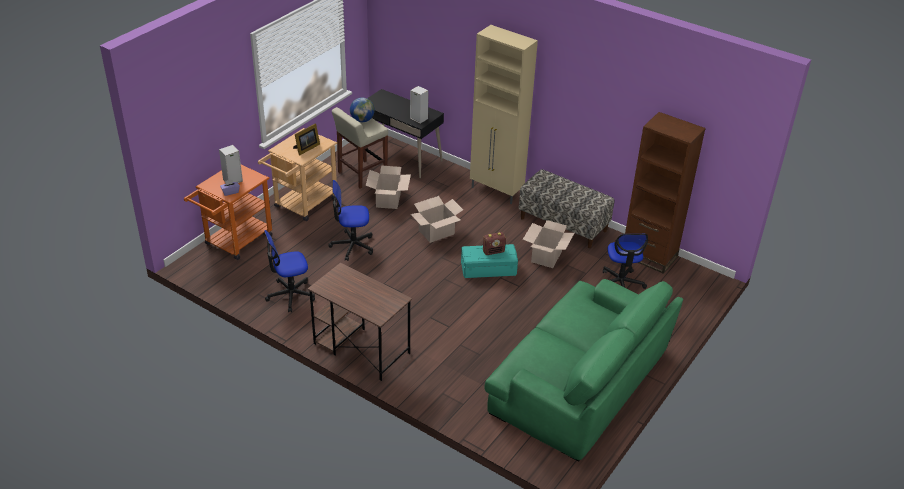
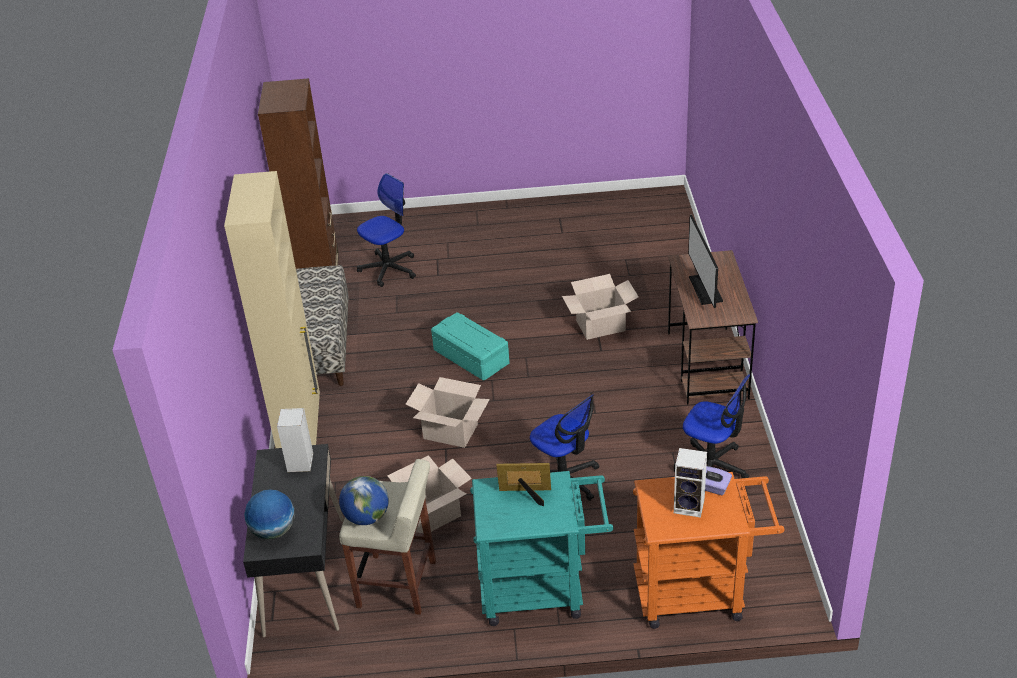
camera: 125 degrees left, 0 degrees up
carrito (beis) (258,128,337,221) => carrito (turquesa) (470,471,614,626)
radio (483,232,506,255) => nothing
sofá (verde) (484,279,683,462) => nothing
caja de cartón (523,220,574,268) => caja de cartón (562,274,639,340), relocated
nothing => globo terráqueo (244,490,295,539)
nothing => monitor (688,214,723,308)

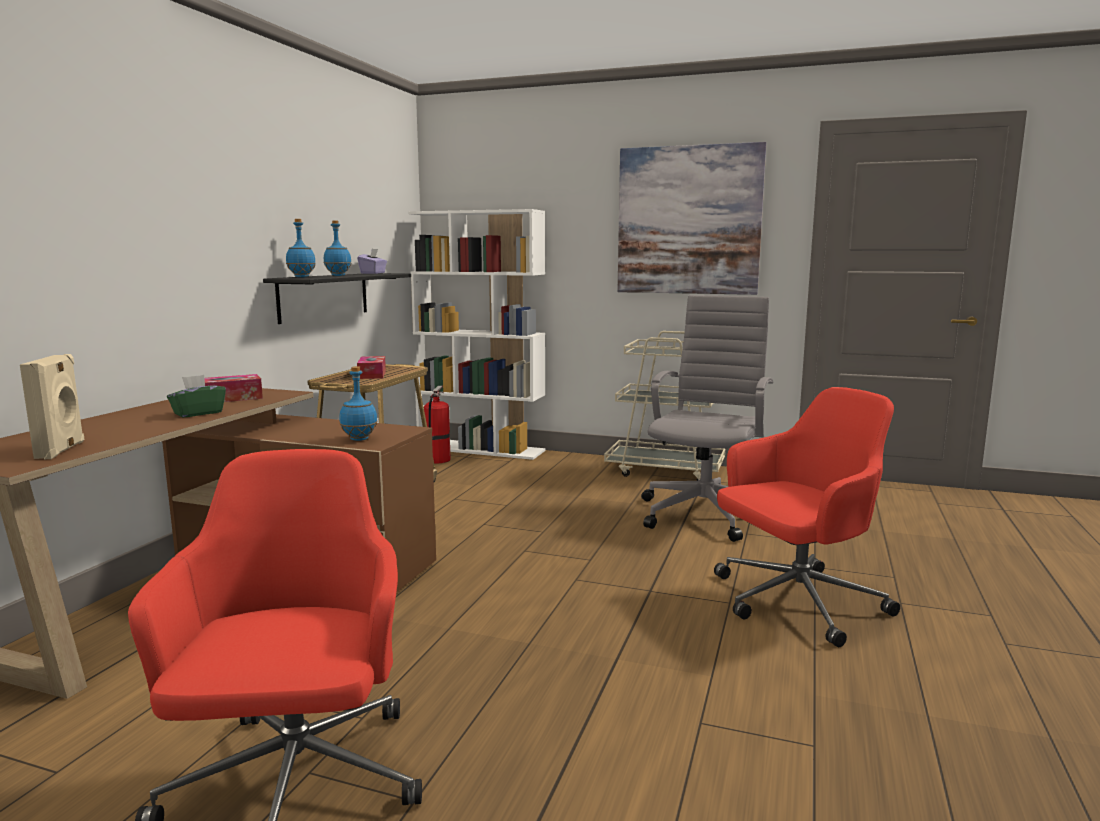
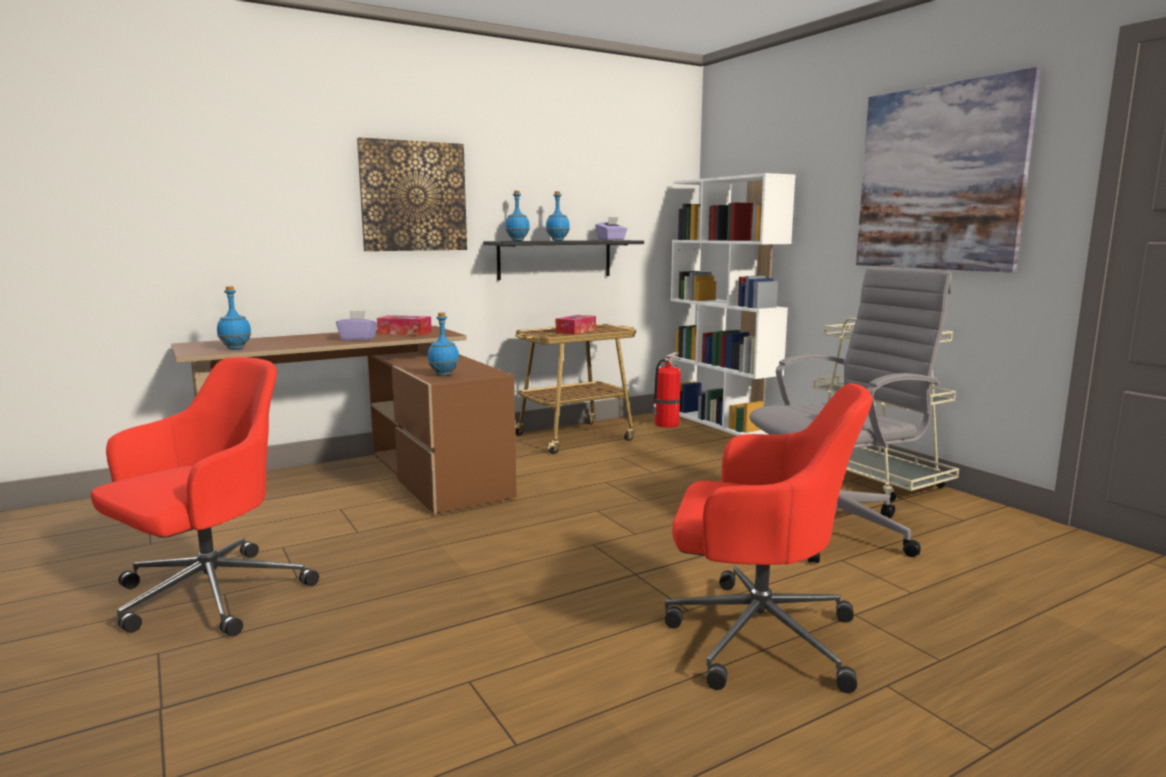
camera: 40 degrees right, 0 degrees up
altavoz (beis) (20,354,85,459) => botella (azul) (217,286,251,349)
caja de pañuelos (verde) (167,375,226,417) => caja de pañuelos (morado) (336,311,378,341)
nothing => cuadro (357,137,467,251)

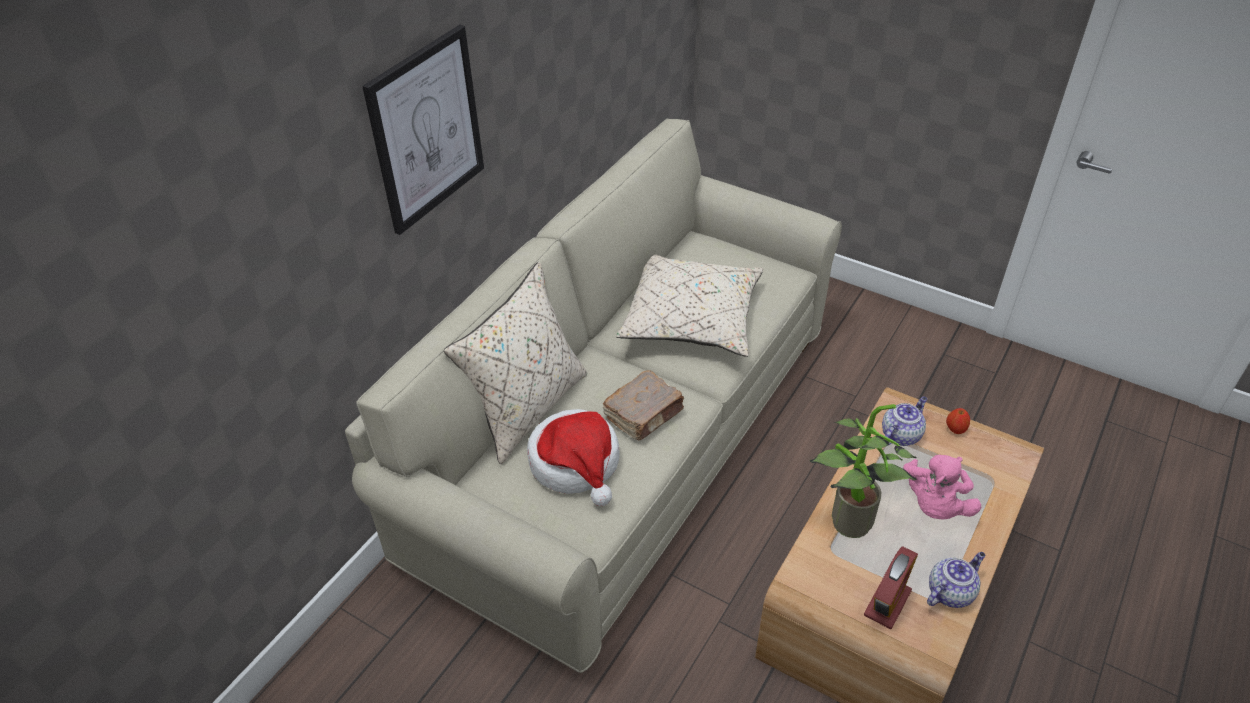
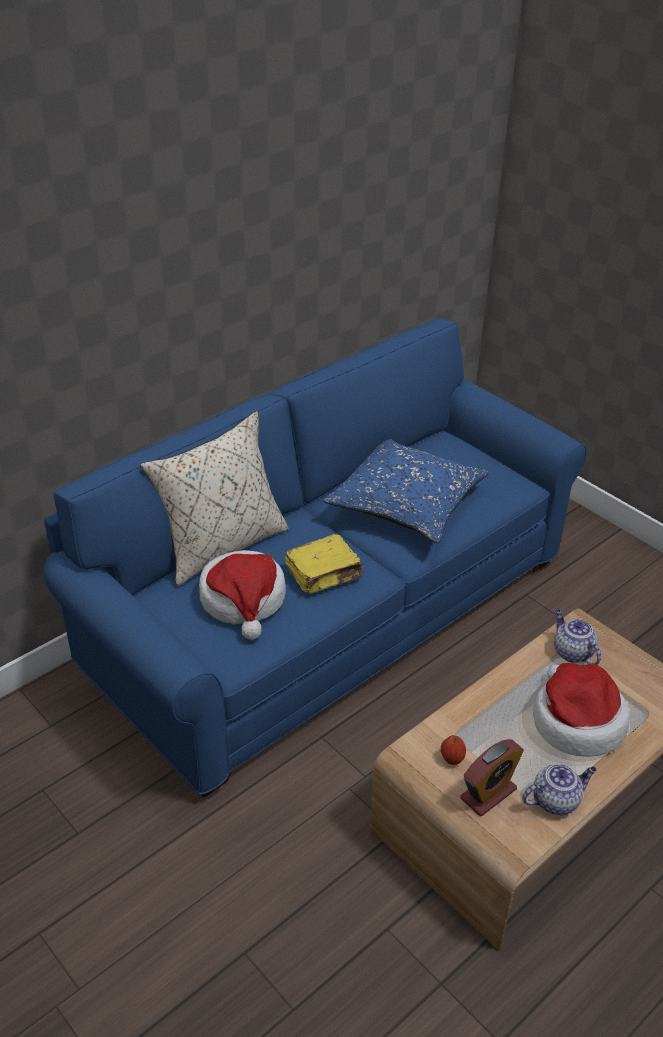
camera: 15 degrees right, 5 degrees down
sofá (beis) (345,118,842,673) => sofá (azul) (43,318,587,798)
cuadro (362,25,484,235) => nothing
libro (marrón) (603,370,684,440) => libro (amarillo) (285,534,363,594)
cojín (beis) (616,255,763,357) => cojín (azul) (323,439,489,543)
planta en maceta (810,404,917,538) => nothing
tetera (882,397,927,446) => tetera (554,609,601,665), 90 degrees counterclockwise
peluche (rosa) (903,455,981,519) => sombrero (533,663,630,757)
manzana (946,408,970,434) => manzana (441,735,466,765), relocated

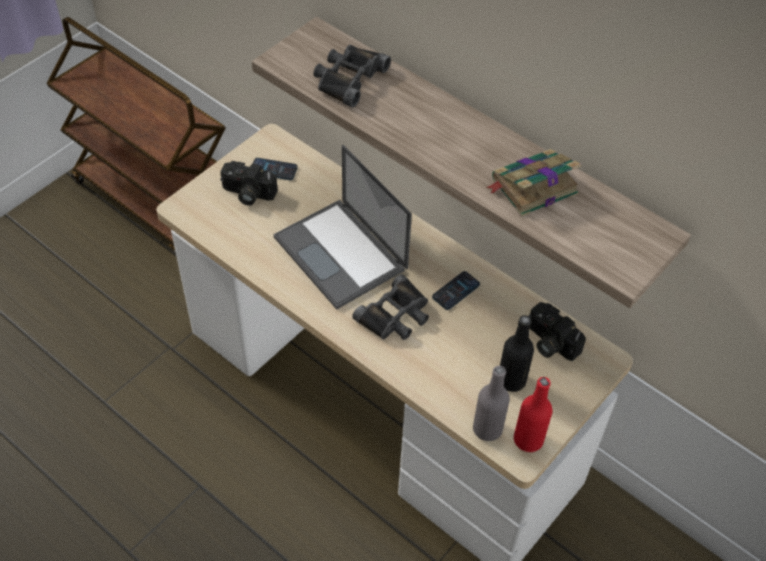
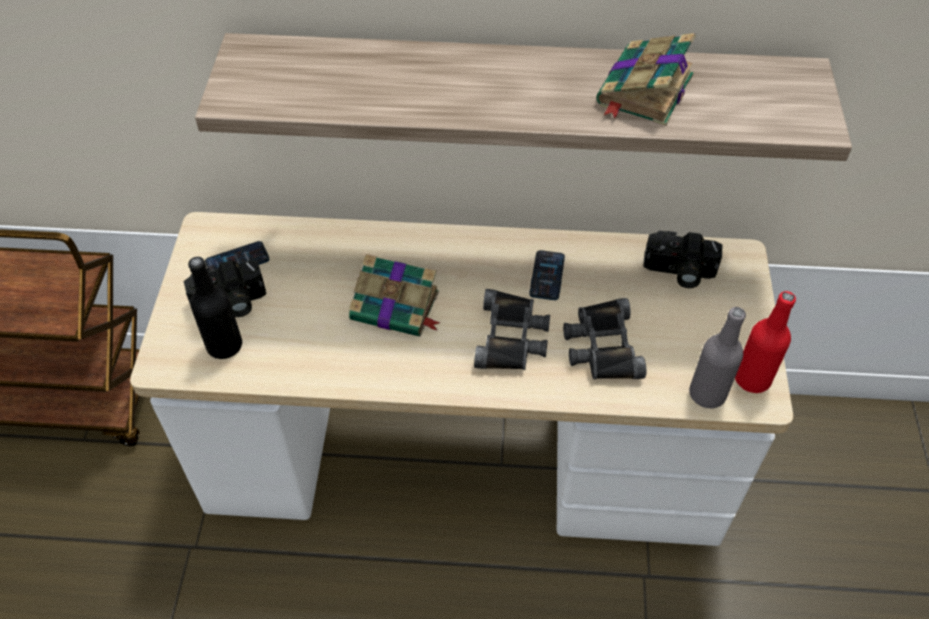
camera: 35 degrees left, 0 degrees up
portátil (274,145,412,310) => libro (349,254,441,336)
prismáticos (negro) (313,45,391,108) => prismáticos (negro) (563,298,646,379), relocated
botella (negro) (500,316,534,392) => botella (negro) (188,257,242,359), relocated

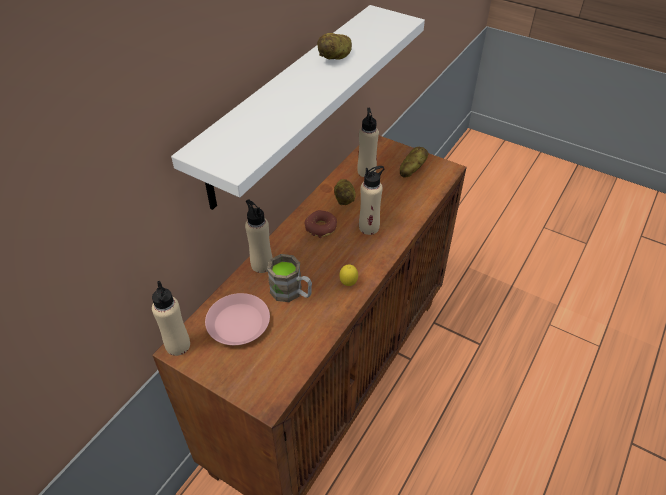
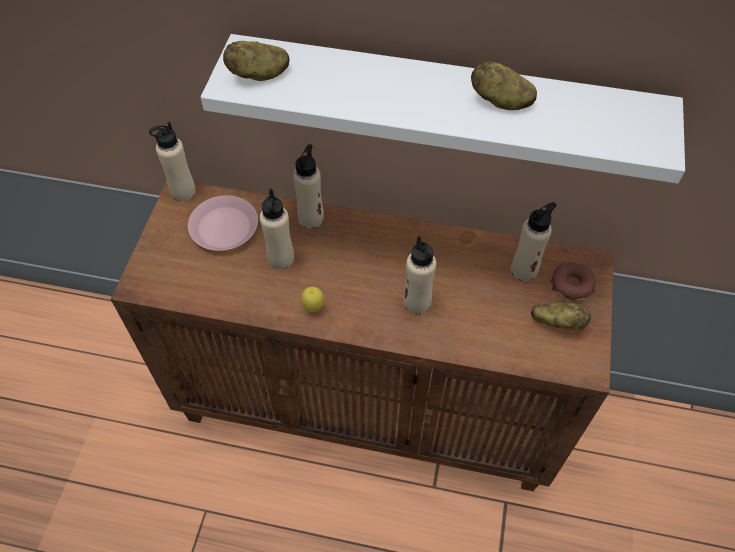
camera: 70 degrees right, 10 degrees up
taza grande (marrón) (267,254,312,302) => botella (beis) (260,189,294,270)
rosquilla (305,210,337,238) => rosquilla (551,262,596,301), relocated
patata (334,179,356,205) => patata (223,41,290,81), relocated

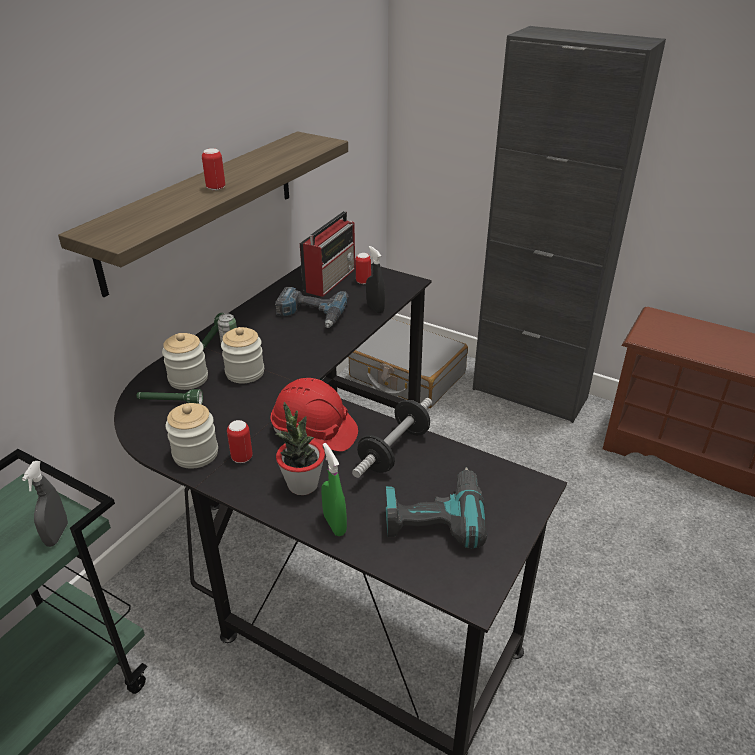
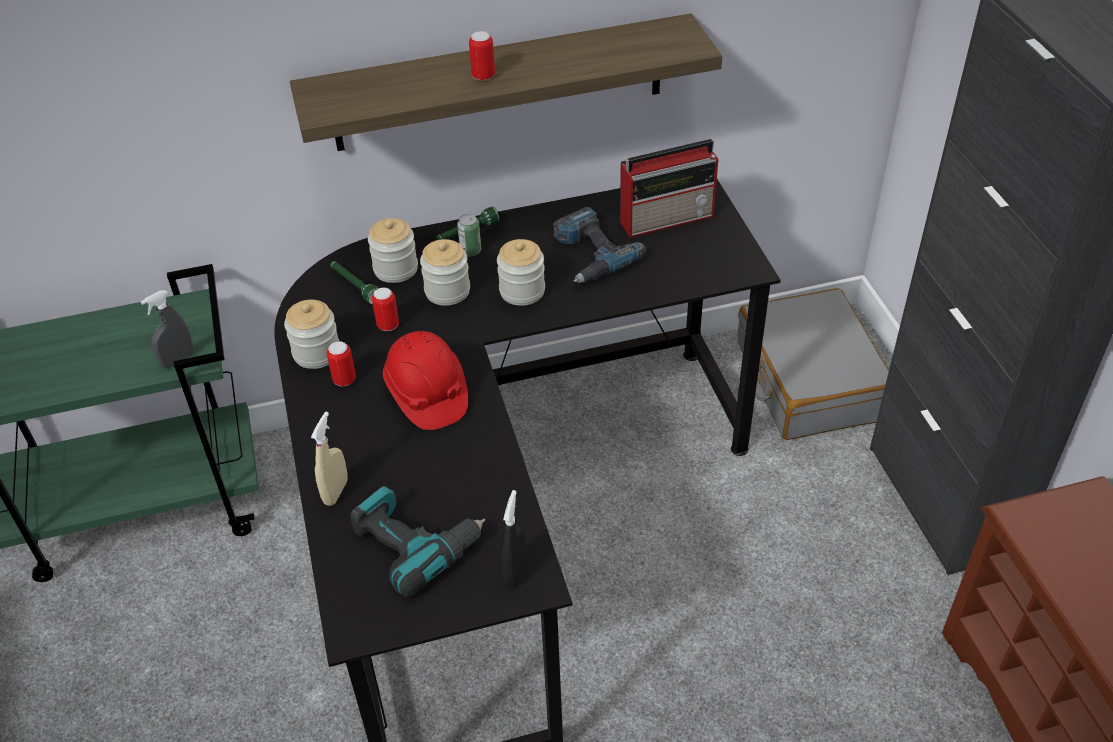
camera: 45 degrees right, 10 degrees up
planta en maceta (275,402,325,495) => nothing
pulverizador (verde) (321,443,347,536) => pulverizador (beis) (311,412,348,506)
mancuerna (352,398,432,478) => nothing
lata (356,253,371,284) => lata (372,288,399,331), relocated
pulverizador (negro) (366,246,385,313) => pulverizador (negro) (502,490,526,588), relocated
nothing => tarro (497,239,545,306)

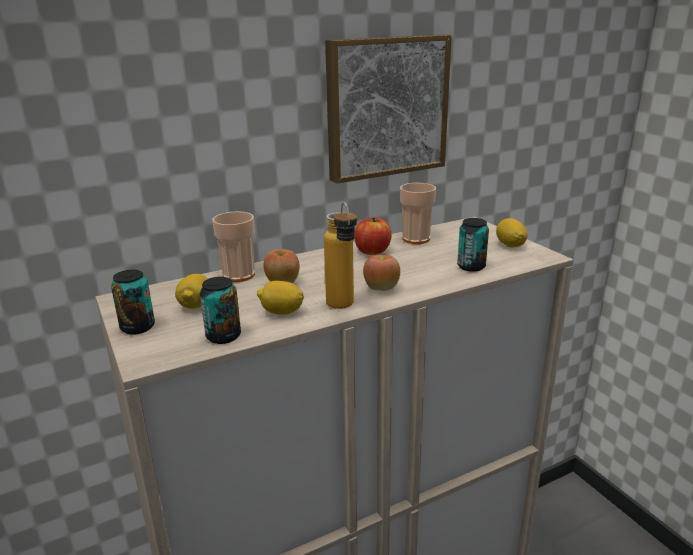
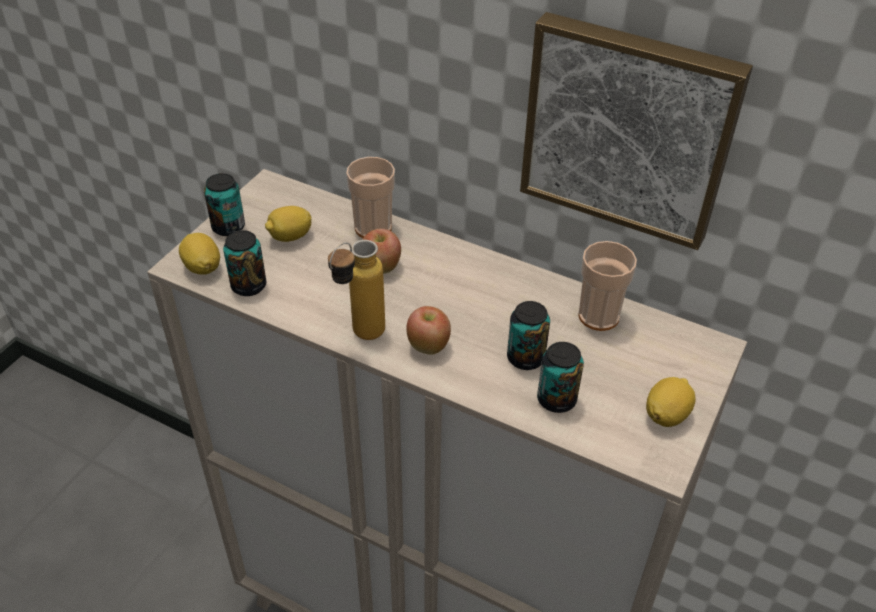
camera: 55 degrees right, 20 degrees up
limón (257,281,304,315) => limón (179,233,220,275), relocated
manzana (355,217,392,255) => nothing
nothing => lata (507,301,550,370)

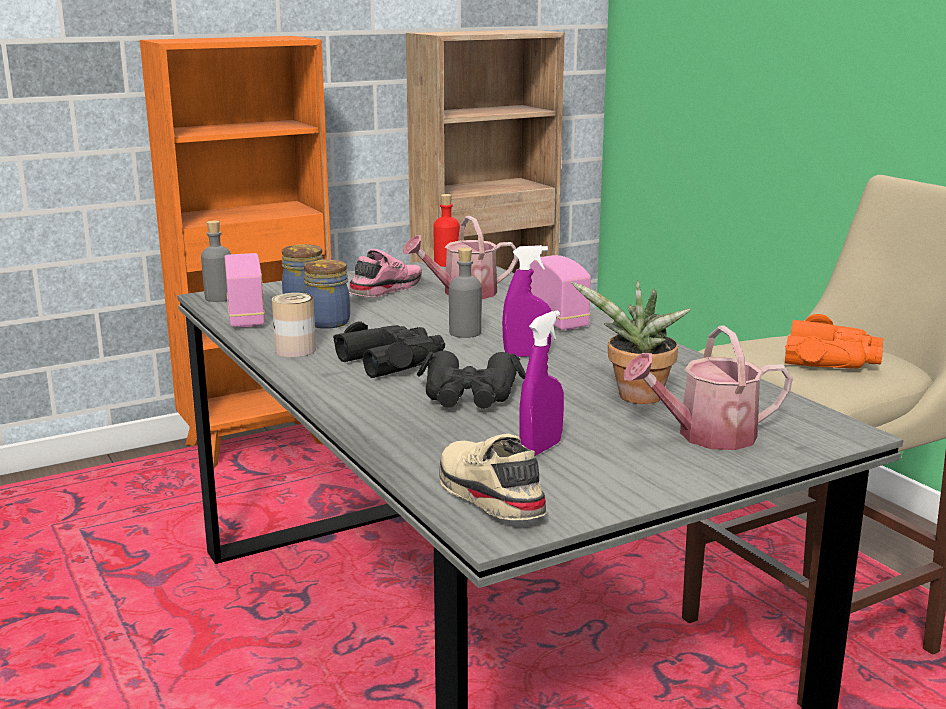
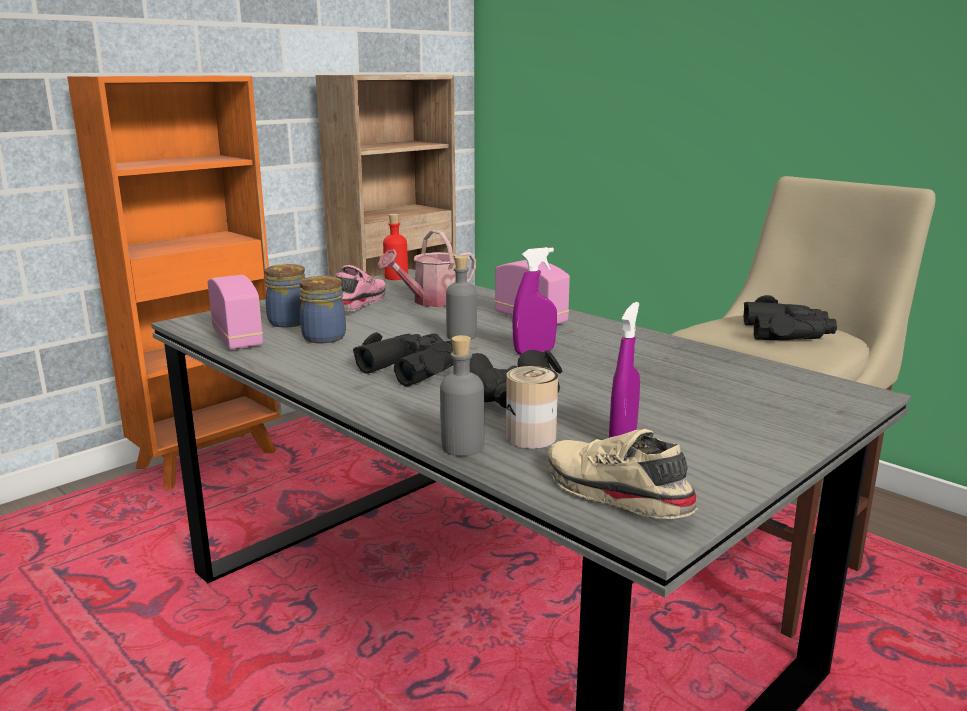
camera: 15 degrees left, 0 degrees up
botella (gris) (201,221,231,302) => botella (gris) (440,335,484,456), relocated
lata (272,293,316,357) => lata (506,366,558,449), relocated
planta en maceta (571,280,691,404) => nothing
regadera (623,325,793,450) => nothing
prismáticos (naranja) (785,314,883,369) => prismáticos (negro) (744,295,837,340)

